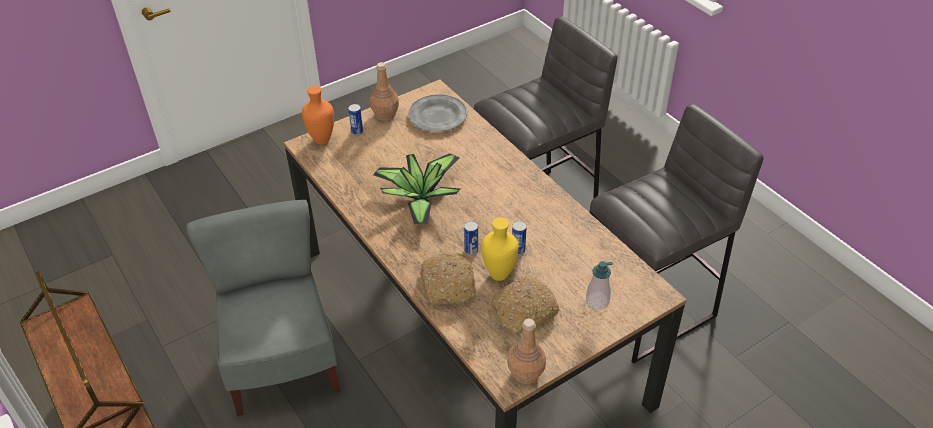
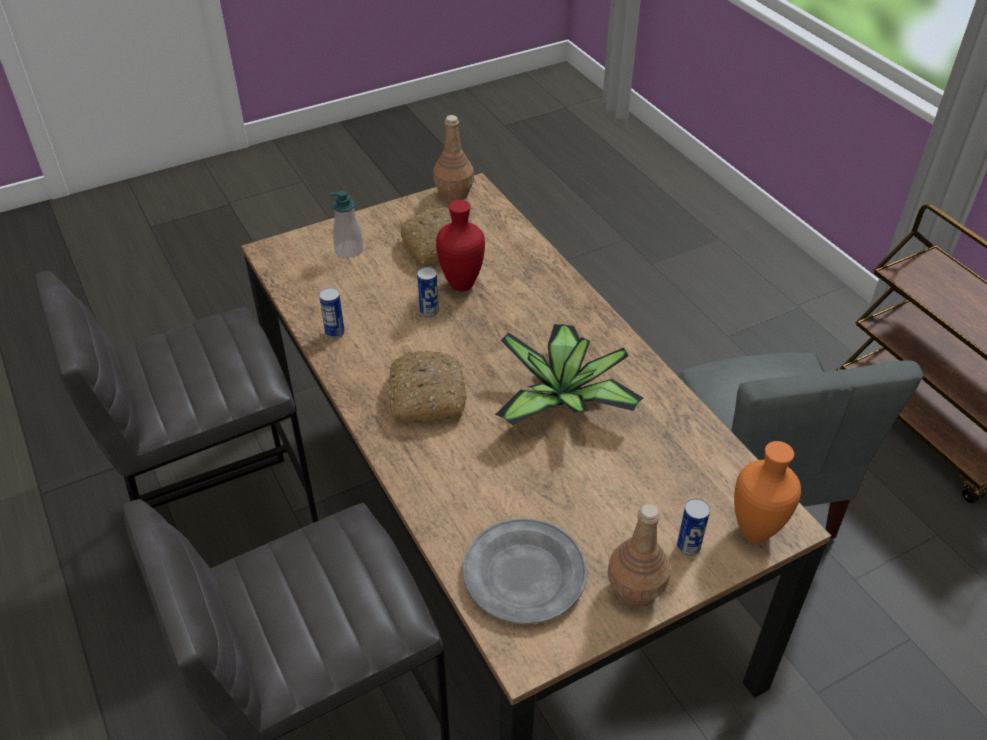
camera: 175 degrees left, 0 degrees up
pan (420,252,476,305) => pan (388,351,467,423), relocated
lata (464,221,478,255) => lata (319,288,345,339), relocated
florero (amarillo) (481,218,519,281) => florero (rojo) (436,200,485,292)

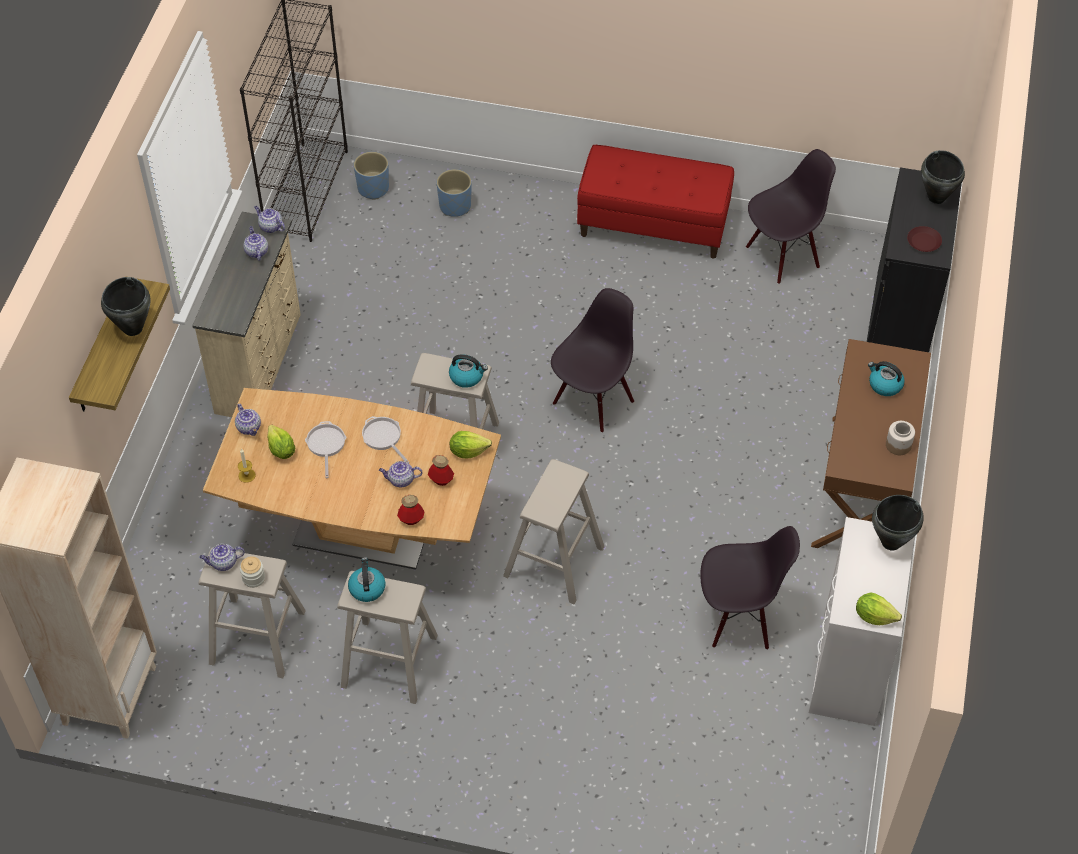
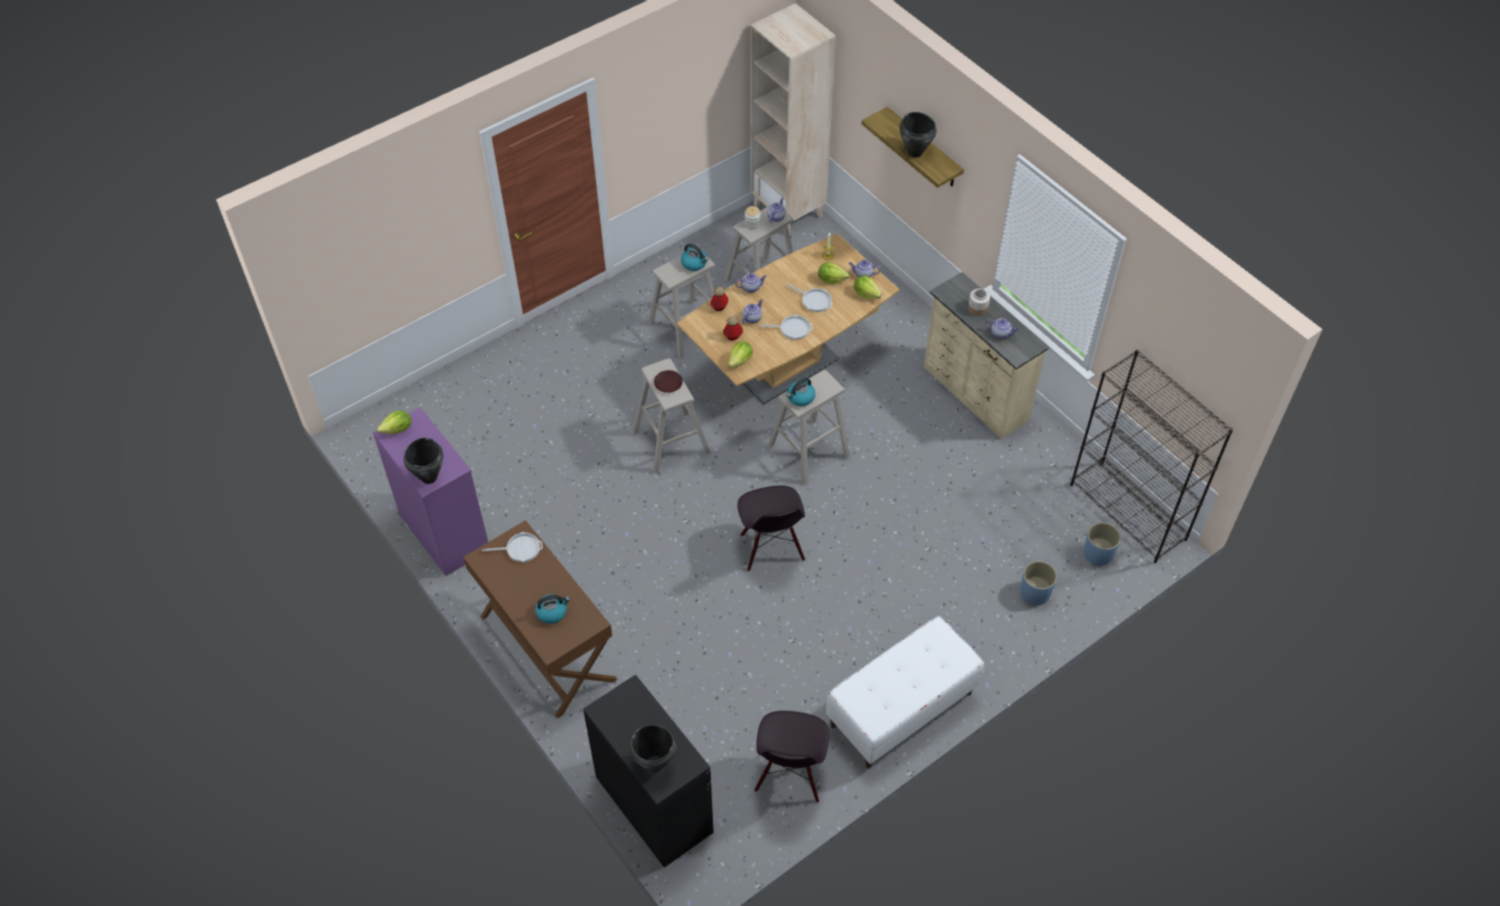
camera: 130 degrees right, 0 degrees up
tetera (254,206,285,233) => tetera (735,273,767,293), relocated
banco (rojo) (577,145,734,259) => banco (blanco) (826,616,984,768)
silla (negro) (700,526,800,650) => nothing
cómoda (blanco) (809,517,914,726) => cómoda (morado) (373,407,488,576)
tarro (886,421,915,455) => tarro (968,289,990,316), relocated
plato (marrón) (907,226,942,252) => plato (marrón) (654,370,683,393), relocated
nothing => sartén (483,532,542,562)
nothing => lechuga (854,275,882,299)

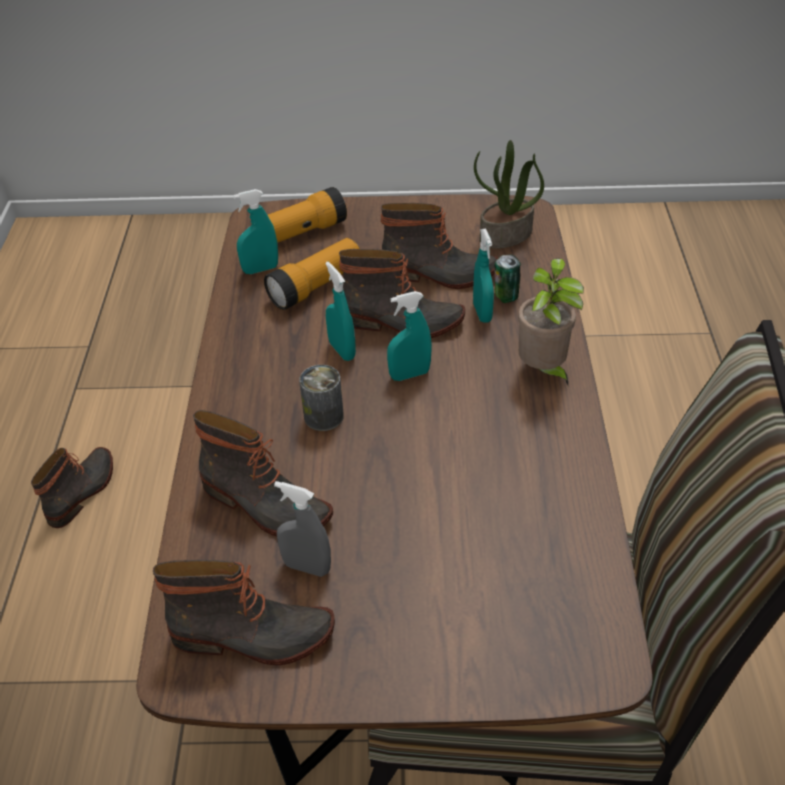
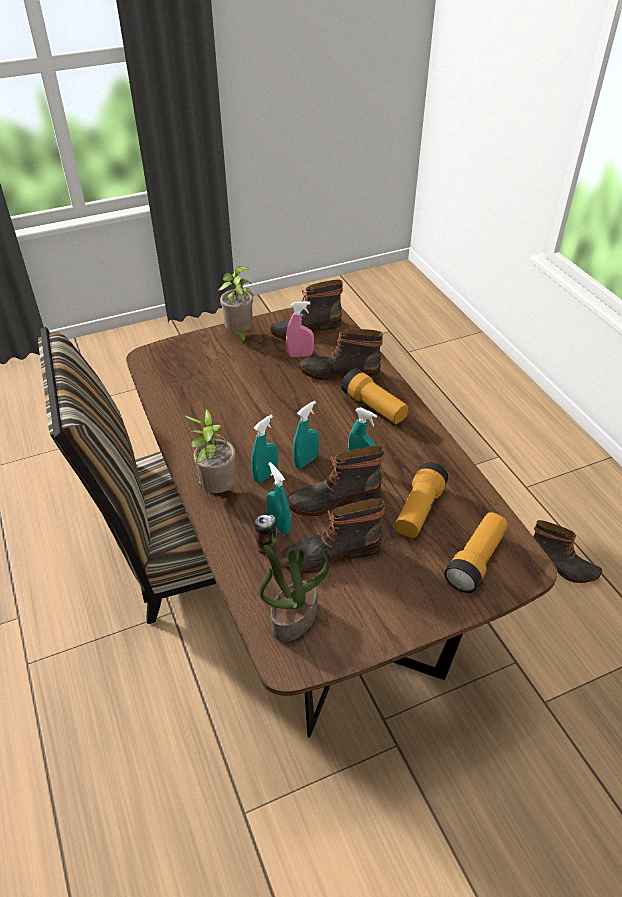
camera: 155 degrees right, 0 degrees up
bota (31,447,113,528) => bota (533,520,602,583), 60 degrees counterclockwise
pulverizador (turquesa) (233,189,278,274) => pulverizador (turquesa) (251,415,278,483), relocated
pulverizador (gris) (274,481,331,577) => pulverizador (rosa) (286,301,314,357)
lata (299,365,344,431) => nothing
nothing => planta en maceta (219,266,254,346)
nothing => linterna (341,369,409,424)

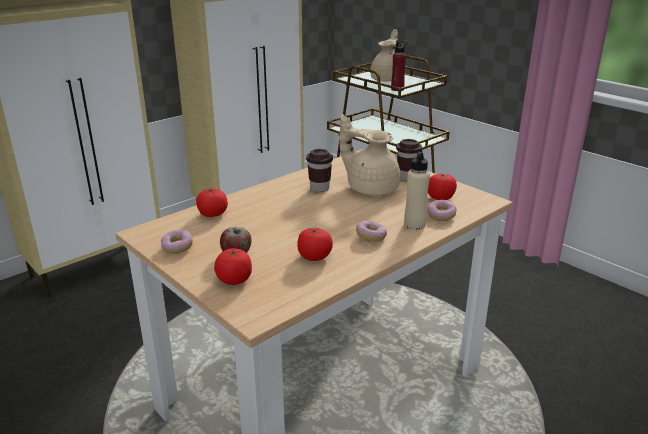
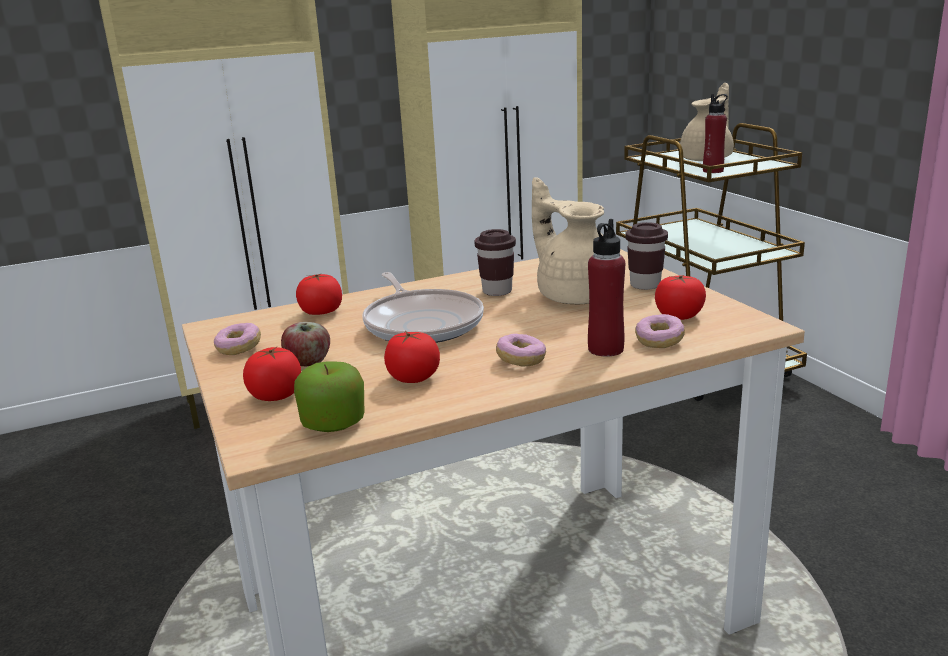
camera: 20 degrees right, 5 degrees down
botella (beis) (404,148,430,230) => botella (rojo) (588,219,625,357)
nothing => manzana (294,361,364,432)
nothing => sartén (363,272,484,343)

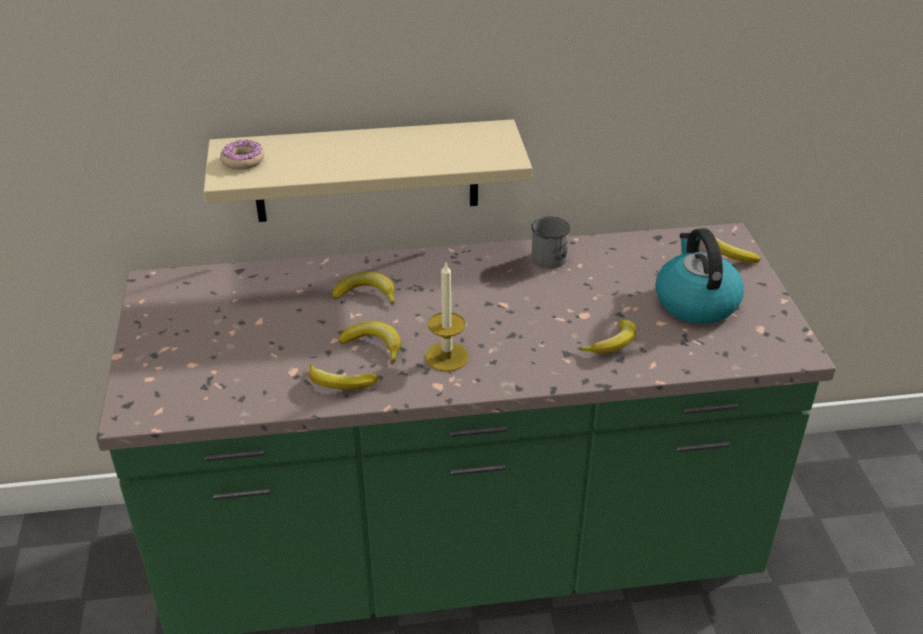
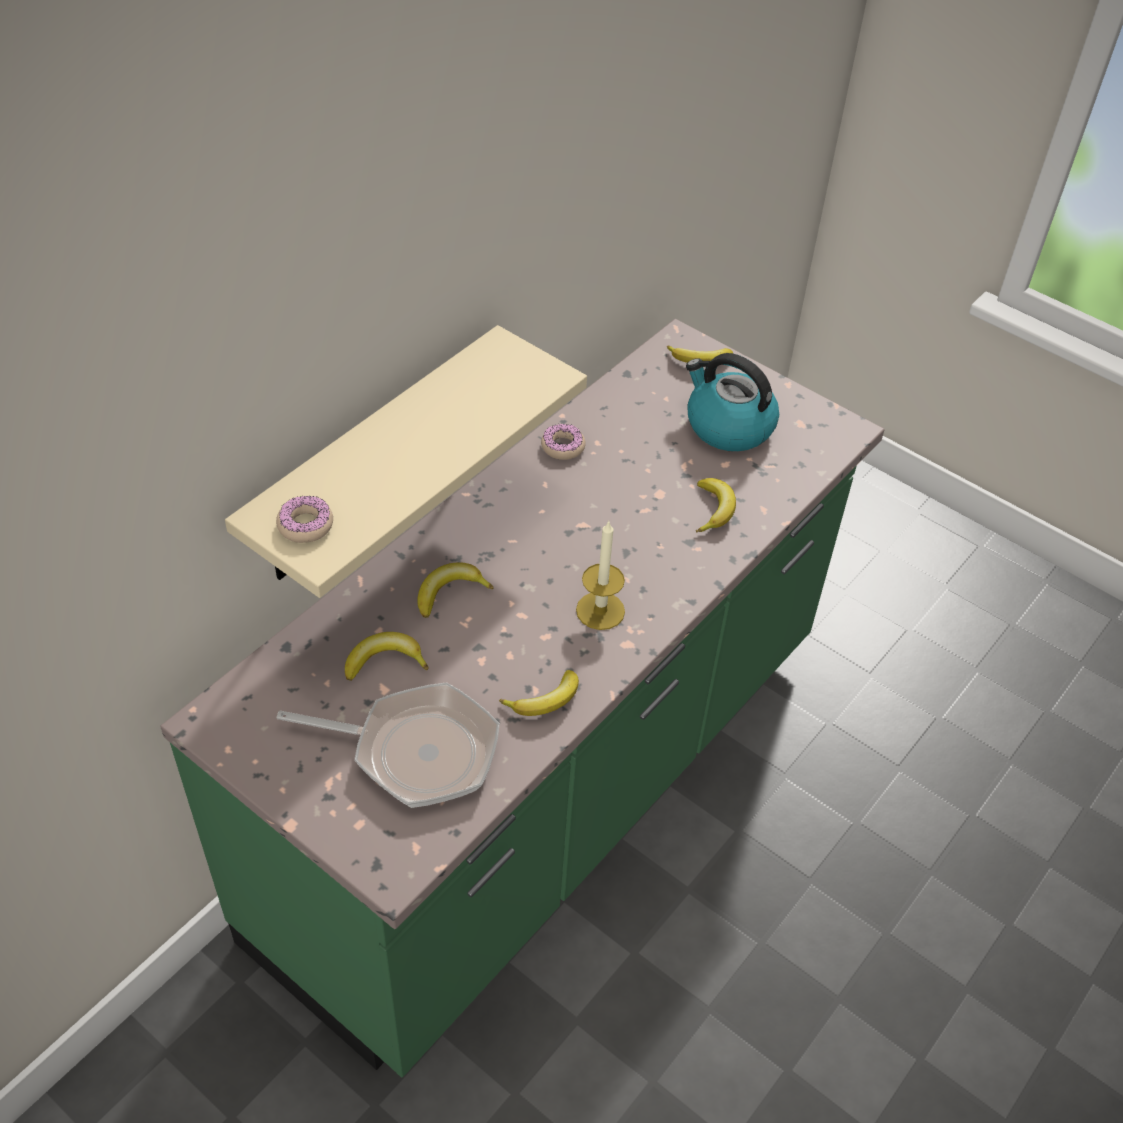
camera: 45 degrees left, 10 degrees up
plátano (339,321,401,364) => plátano (345,632,428,681), relocated
taza grande (gris) (531,217,570,269) => rosquilla (541,424,586,460)
nothing => sartén (277,682,500,808)

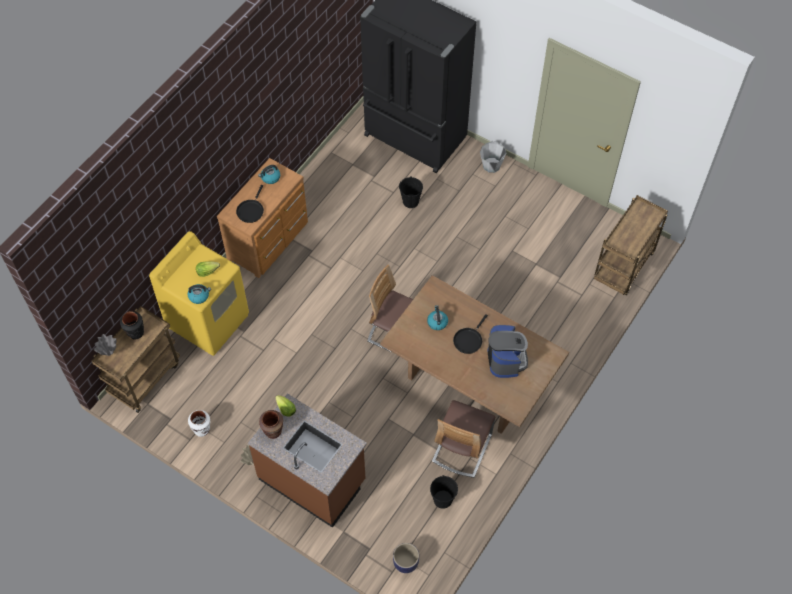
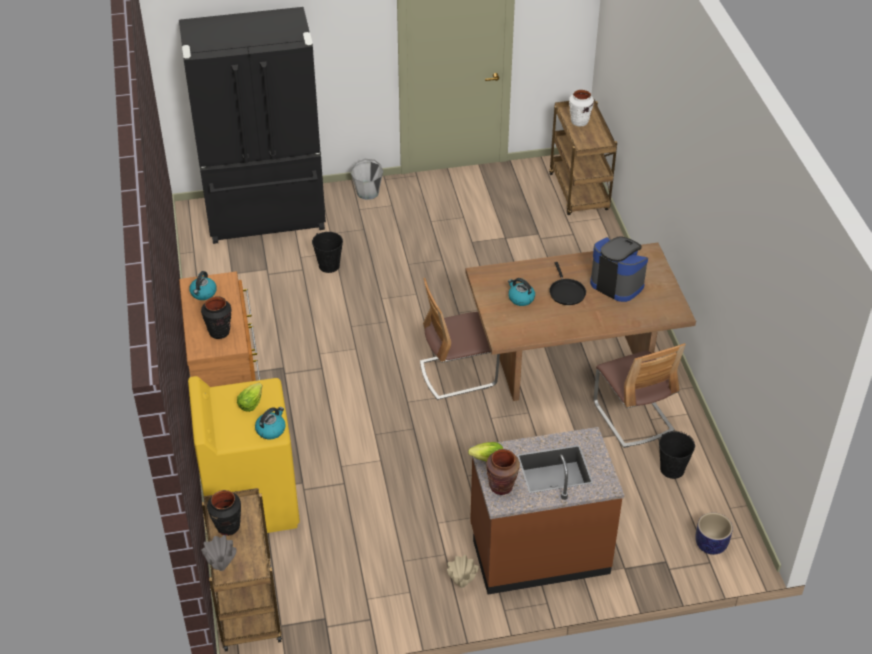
camera: 45 degrees left, 15 degrees down
florero (blanco) (188,410,210,437) => florero (blanco) (569,90,594,127), relocated
sartén (negro) (236,185,264,223) => florero (negro) (201,296,231,339)

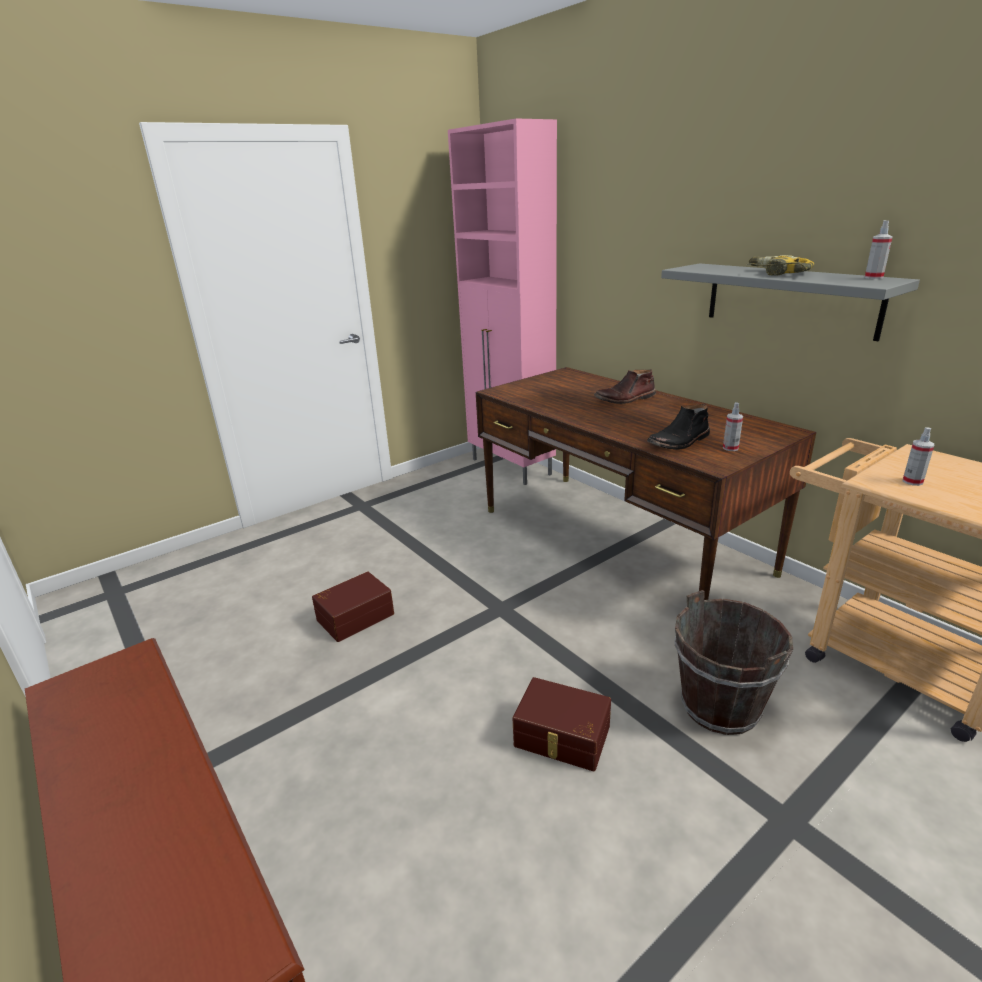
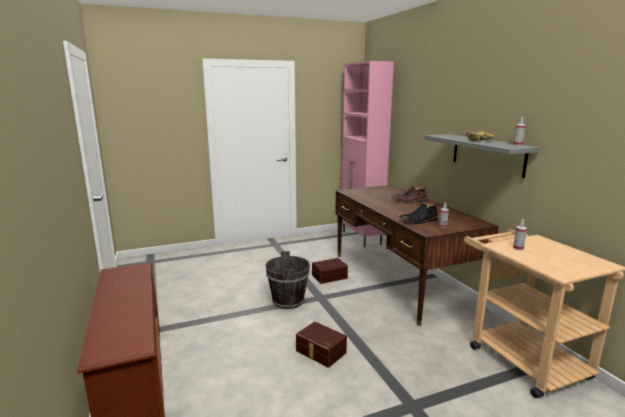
camera: 15 degrees right, 10 degrees down
caja de almacenaje (marrón) (312,571,394,642) => caja de almacenaje (marrón) (312,258,348,284), relocated
cubo (marrón) (674,590,793,735) => cubo (marrón) (265,251,310,309), relocated

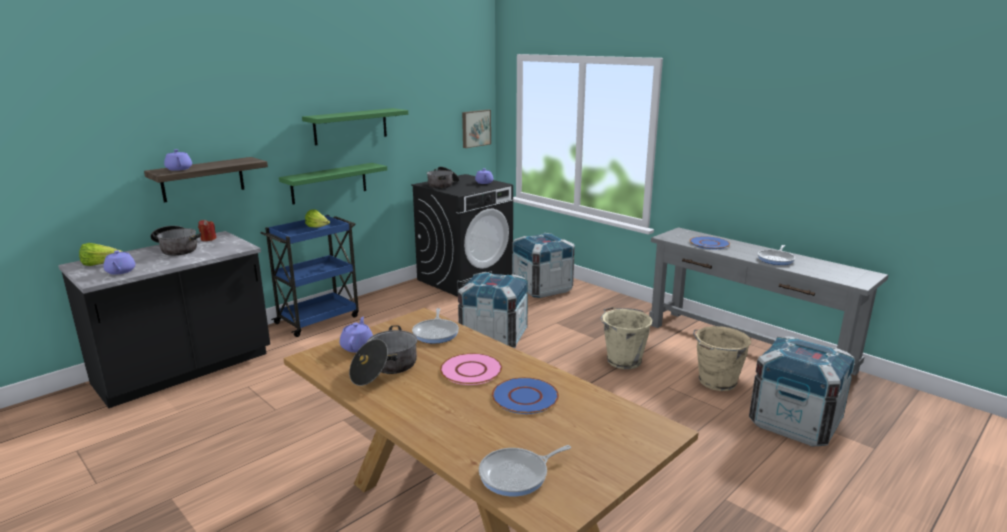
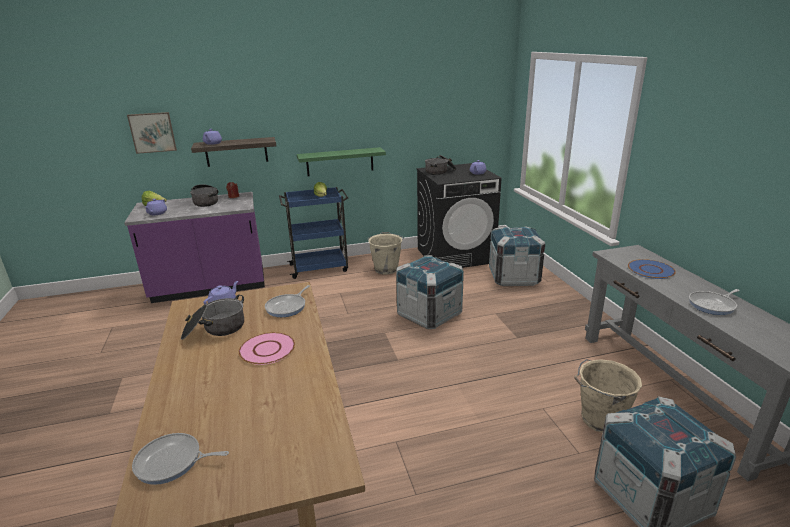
camera: 30 degrees right, 5 degrees up
mueble bajo de cocina (negro) (58,231,270,408) => mueble bajo de cocina (morado) (124,192,265,303)
estante (verde) (302,108,408,145) => nothing
cuadro (462,110,491,148) => cuadro (127,112,177,154), relocated
plato (azul) (492,377,559,414) => nothing
cubo (beis) (601,307,653,369) => cubo (beis) (368,232,404,275), relocated

